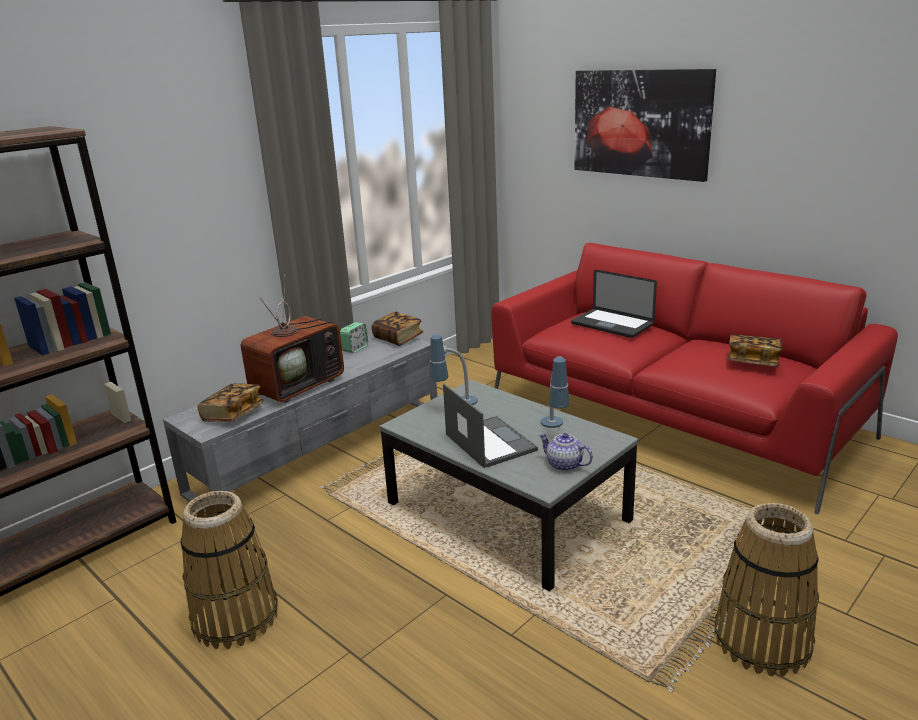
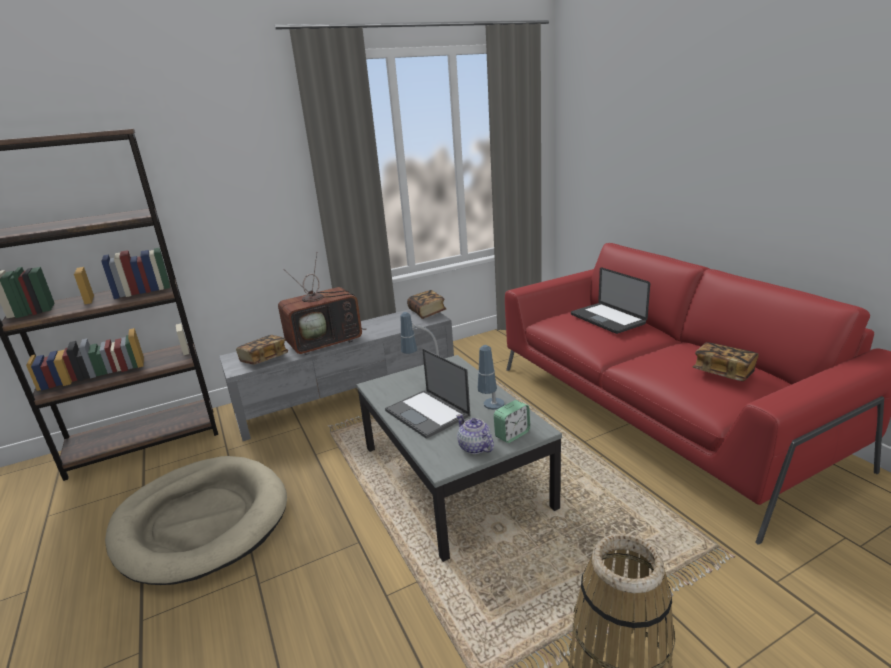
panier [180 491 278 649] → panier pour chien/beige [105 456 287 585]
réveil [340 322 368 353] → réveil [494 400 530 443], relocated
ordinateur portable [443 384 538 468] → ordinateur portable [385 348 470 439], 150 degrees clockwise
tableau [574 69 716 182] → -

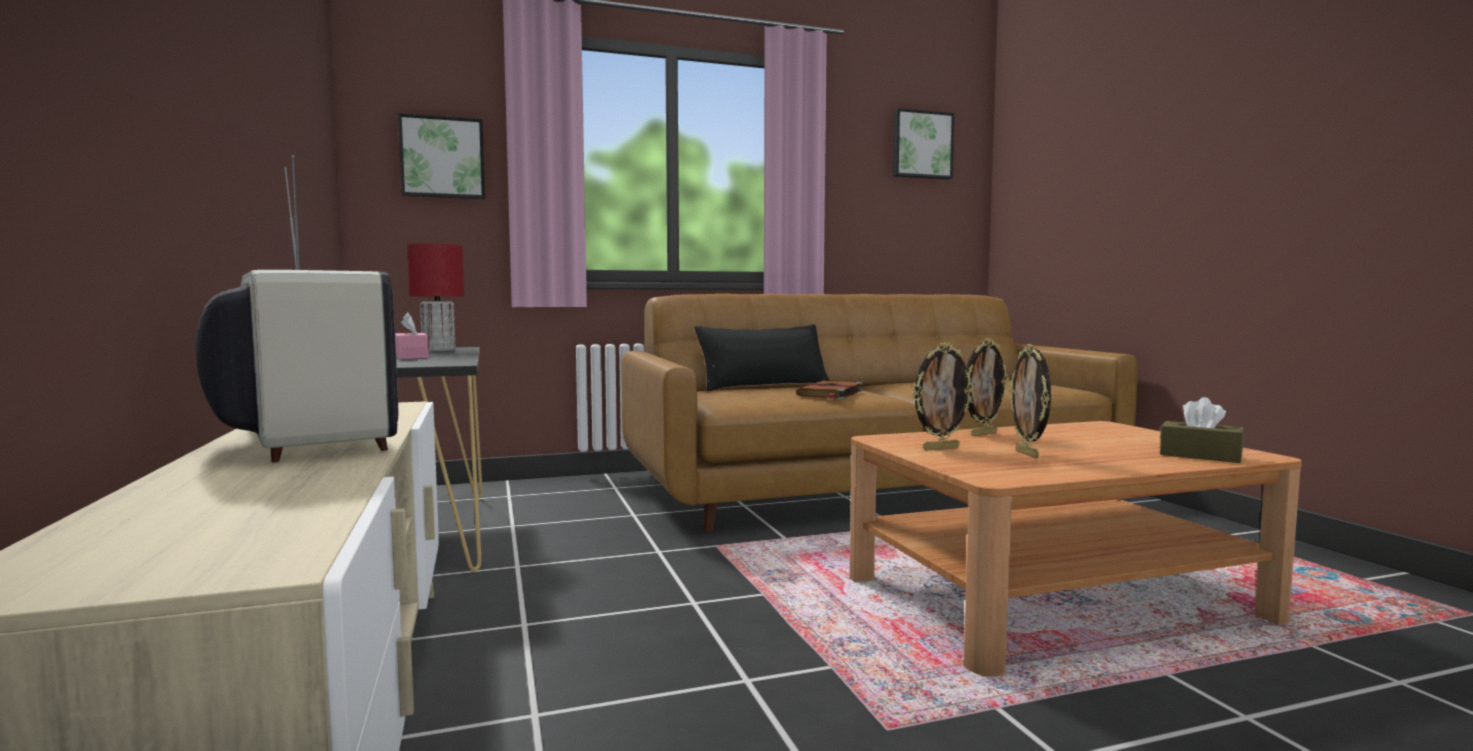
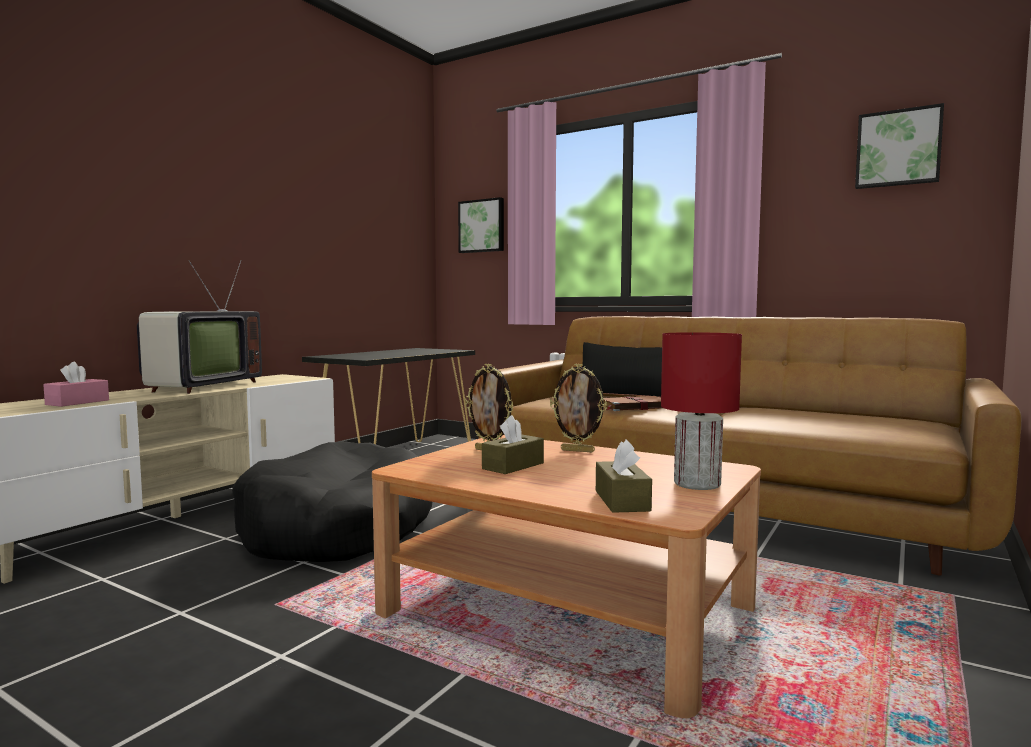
boîte à mouchoirs/rose [395 312 429 359] → boîte à mouchoirs/rose [43 362 109 407], relocated
lampe de table/rouge [407 244 464 351] → lampe de table/rouge [661 332 742 490], relocated
cadre photo [1009 344 1051 458] → boîte à mouchoirs/marron [482 415 544 474]
- → panier pour chien/noir [232 441 432 562]

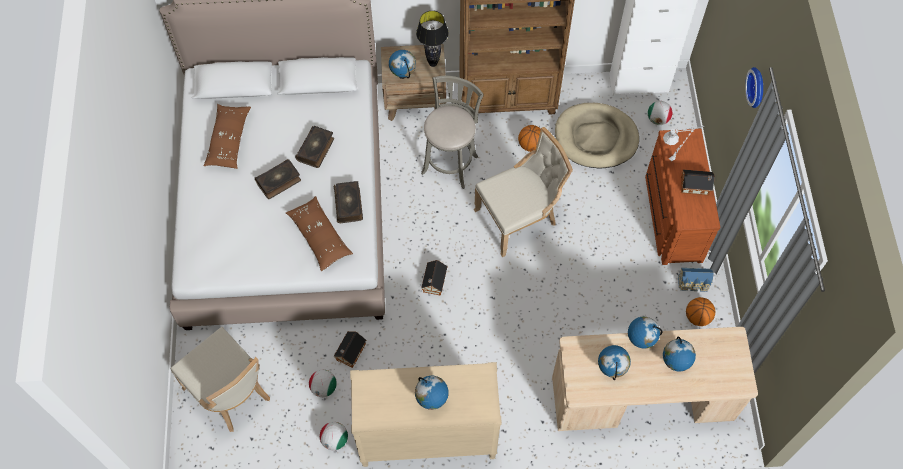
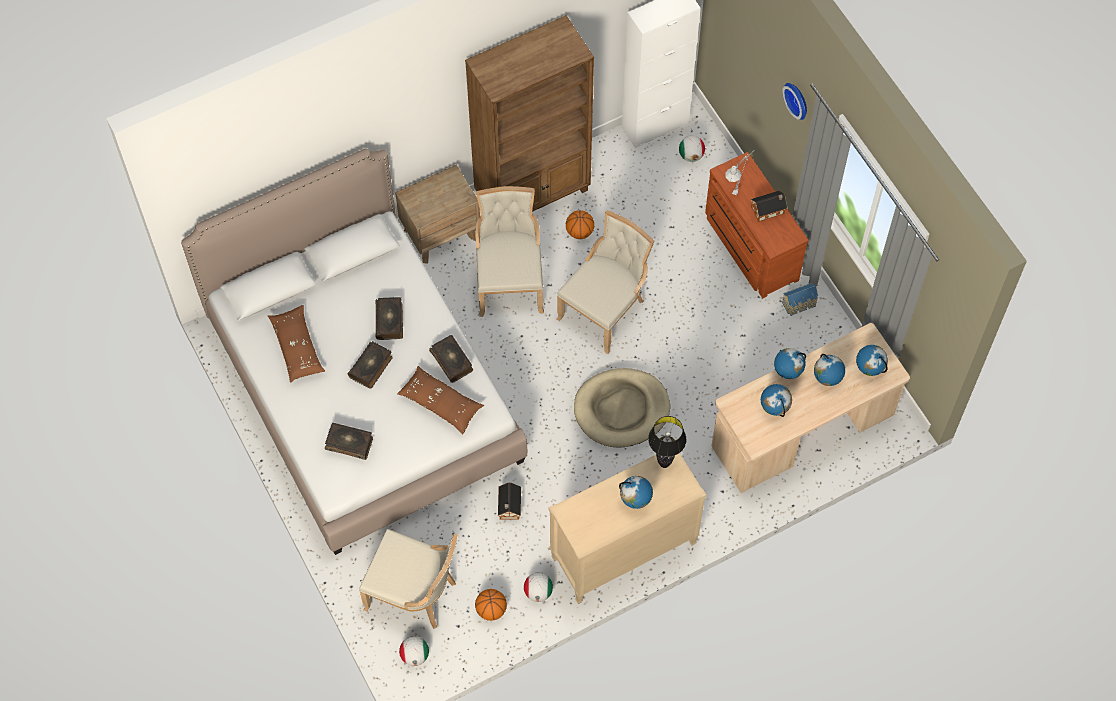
ballon de foot [309 370 337 397] → ballon de foot [399 636 429 666], relocated
globe [389 50 416 79] → globe [856 345 888 376], relocated
lampe de table/noir [416 10 449 67] → lampe de table/noir [648 416 687 468], relocated
tabouret/gris [421 76 484 189] → chaise/beige [475 186 544 317]
maison miniature [421 260 448 296] → -
panier pour chien/beige [555 103 639 169] → panier pour chien/beige [574 368 670 448], relocated
ballon de basket [686 297 715 326] → ballon de basket [475 589 507 621], relocated
- → livre [325 423 373 460]

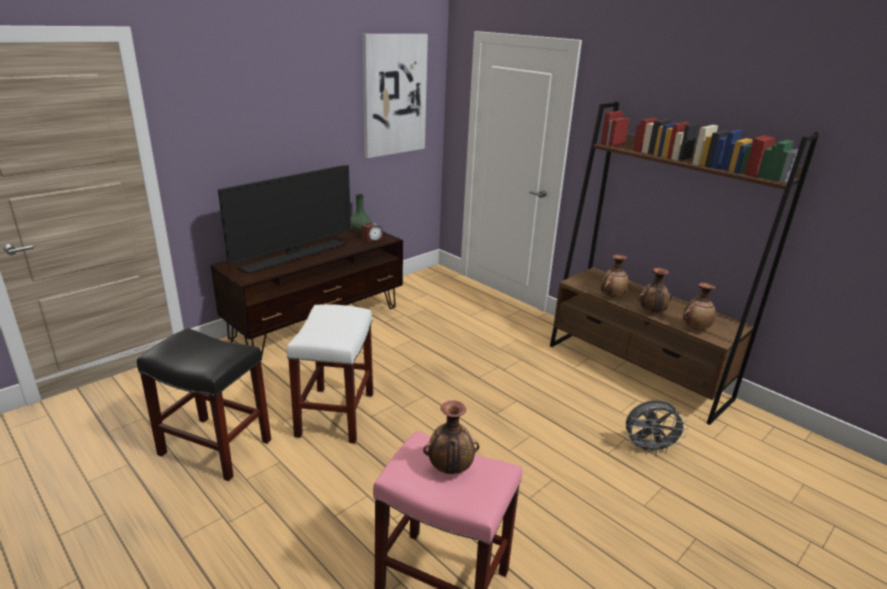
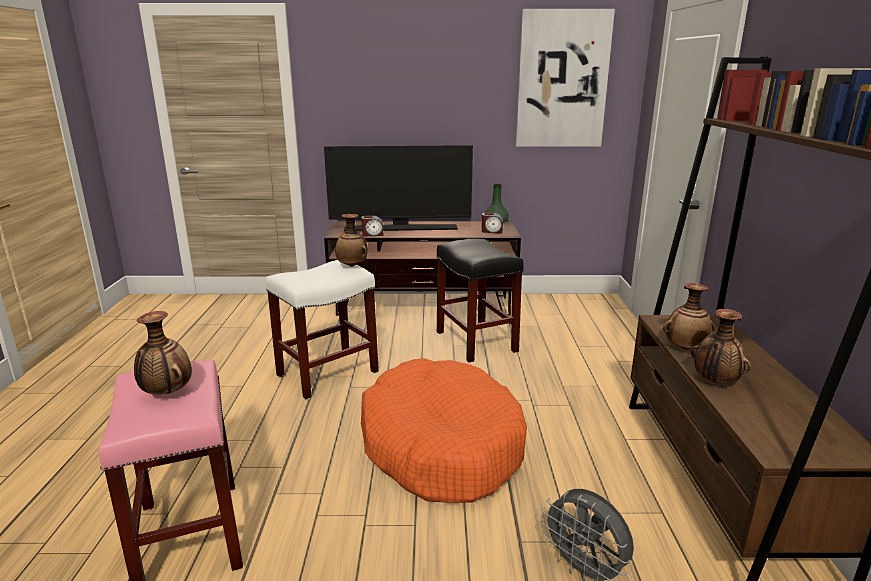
tabouret/noir [137 328 271 481] → tabouret/noir [436 238 524 362], relocated
vase [683 283 716 329] → vase [335 214 368 267], relocated
- → réveil [361 215 383 236]
- → panier pour chien/orange [361 358 527 503]

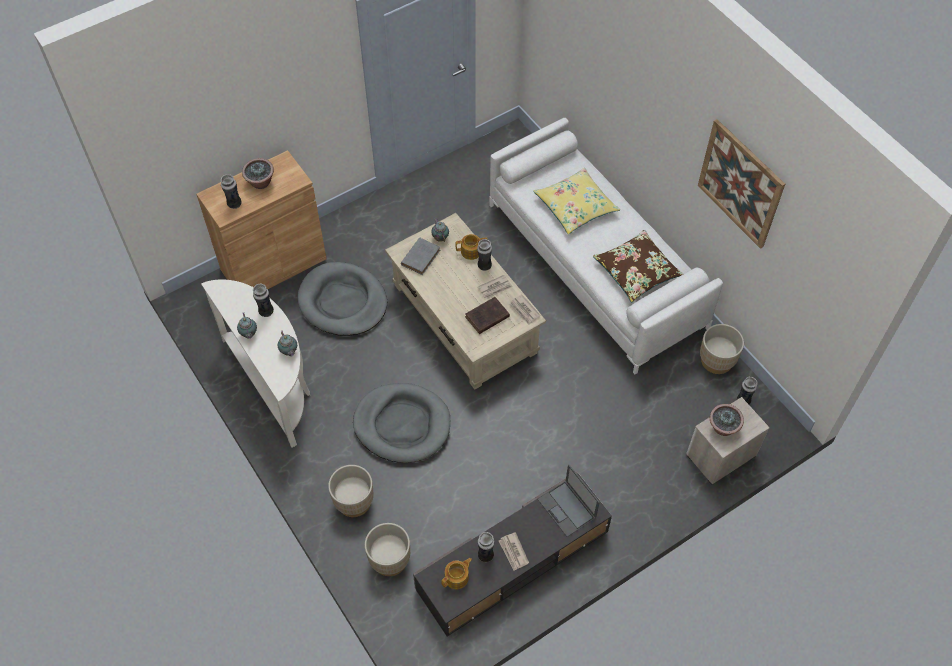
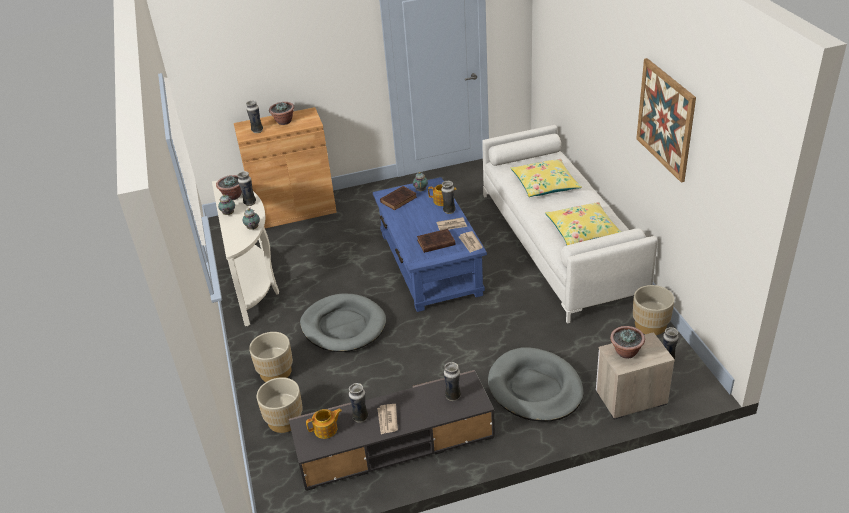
panier pour chien/gris [298 262 387 336] → panier pour chien/gris [488 347 584 422], relocated
table basse/beige [385 213 546 390] → table basse/bleu [373 177 487 312]
livre/gris [401 238 440 275] → livre/marron [380 186 417 210]
ordinateur portable [538 465 600 537] → vase [444 362 461 401]
coussin/marron [593 230 683 302] → coussin/jaune [545 202 622 245]
- → plante en pot [216 175 242 200]

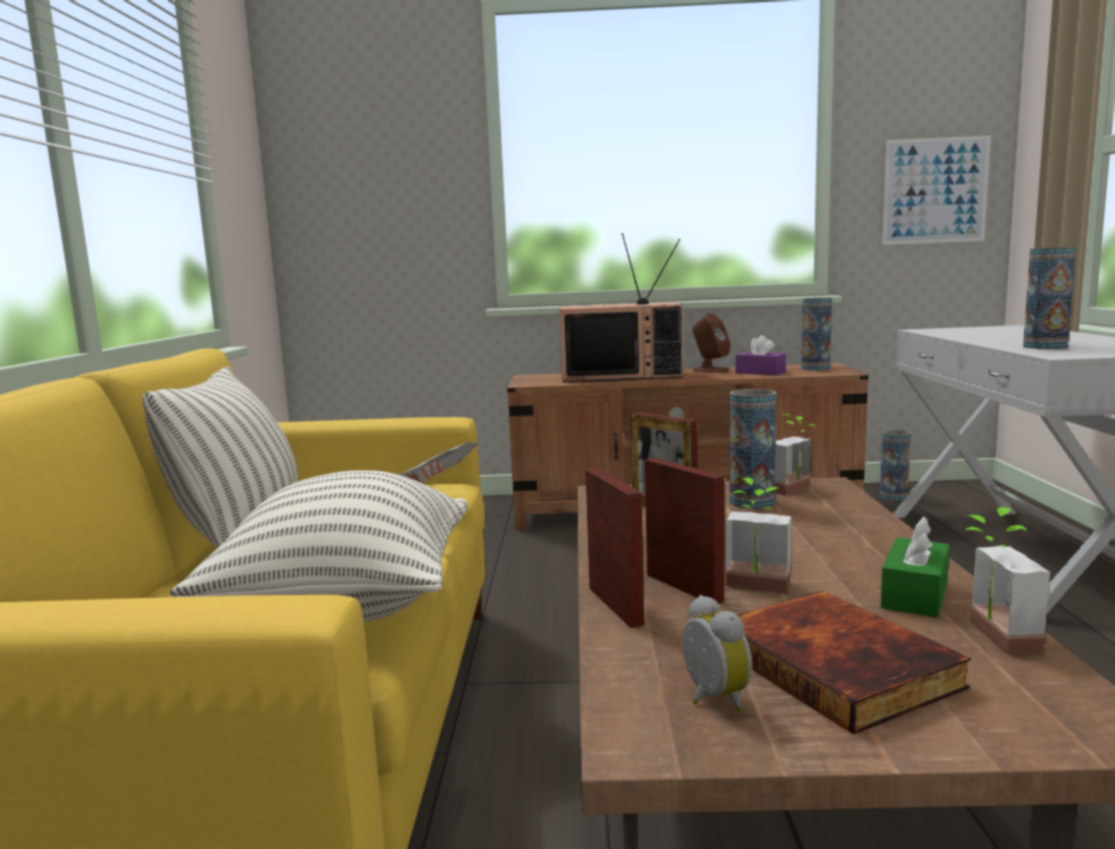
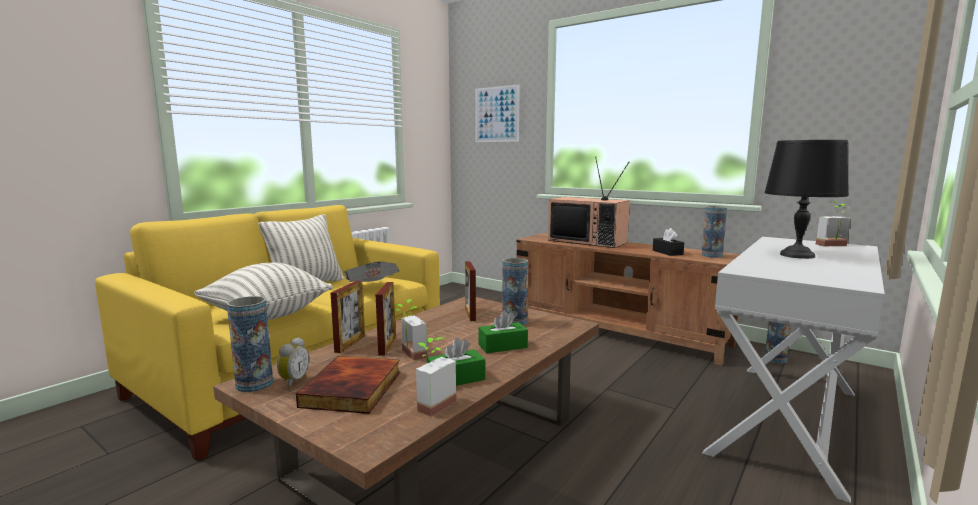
enceinte/marron [692 313 731 373] → -
boîte à mouchoirs/violet [736 335 786 375] → boîte à mouchoirs/noir [653 228 684 256]
plante en pot [775 414 815 496] → plante en pot [816 201 851 246], relocated
tableau [882 135 991 245] → tableau [475 84 520 142], relocated
vase [1023 247 1076 349] → vase [227 296 273 392], relocated
- → boîte à mouchoirs/vert [479 311 528 353]
- → lampe de table/noir [764 140 849 259]

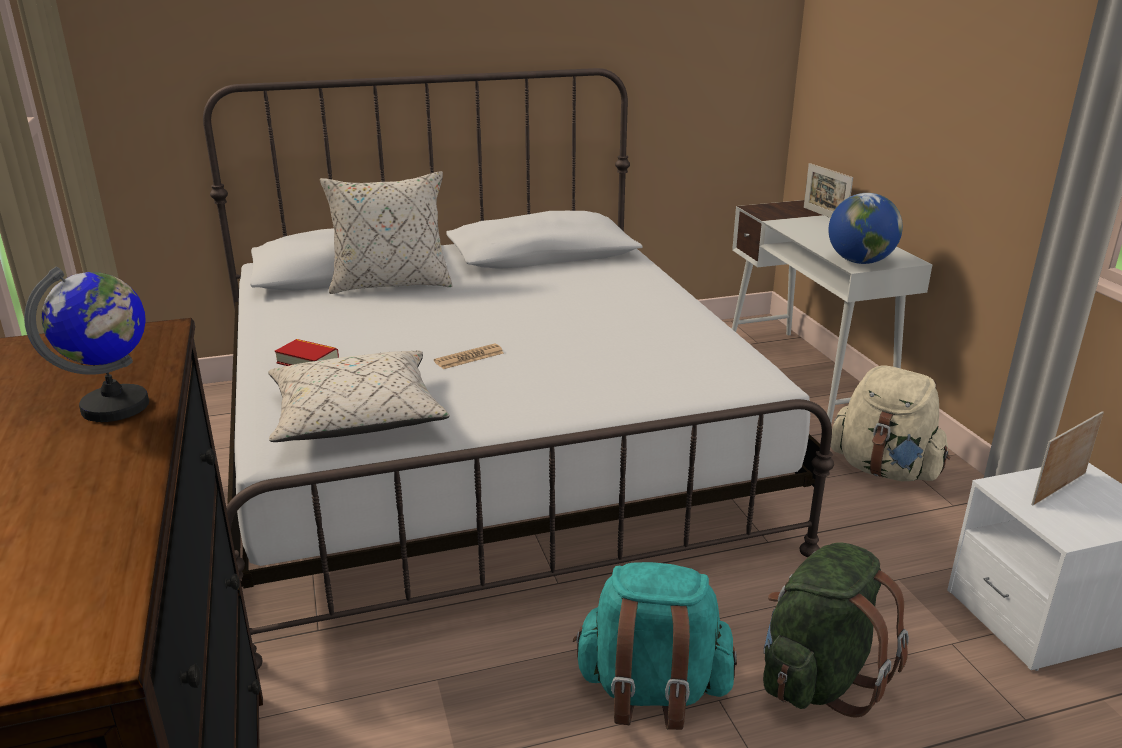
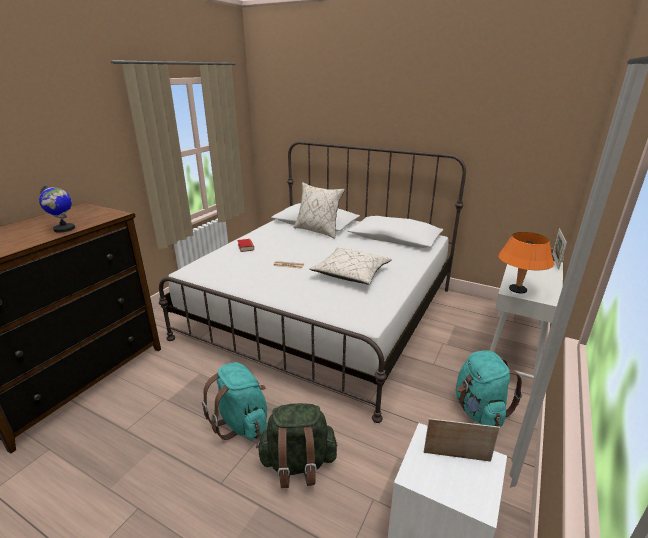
coussin/beige [268 351 450 442] → coussin/beige [309 248 392 285], relocated
globe [828 193 903 264] → lampe de table/orange [498 232 554 294]
sac à dos/beige [830 366 950 481] → sac à dos/turquoise [456 350 523 427]

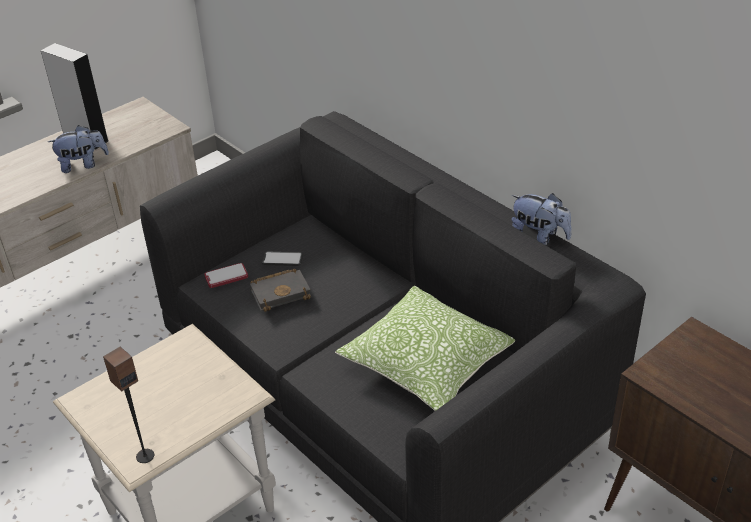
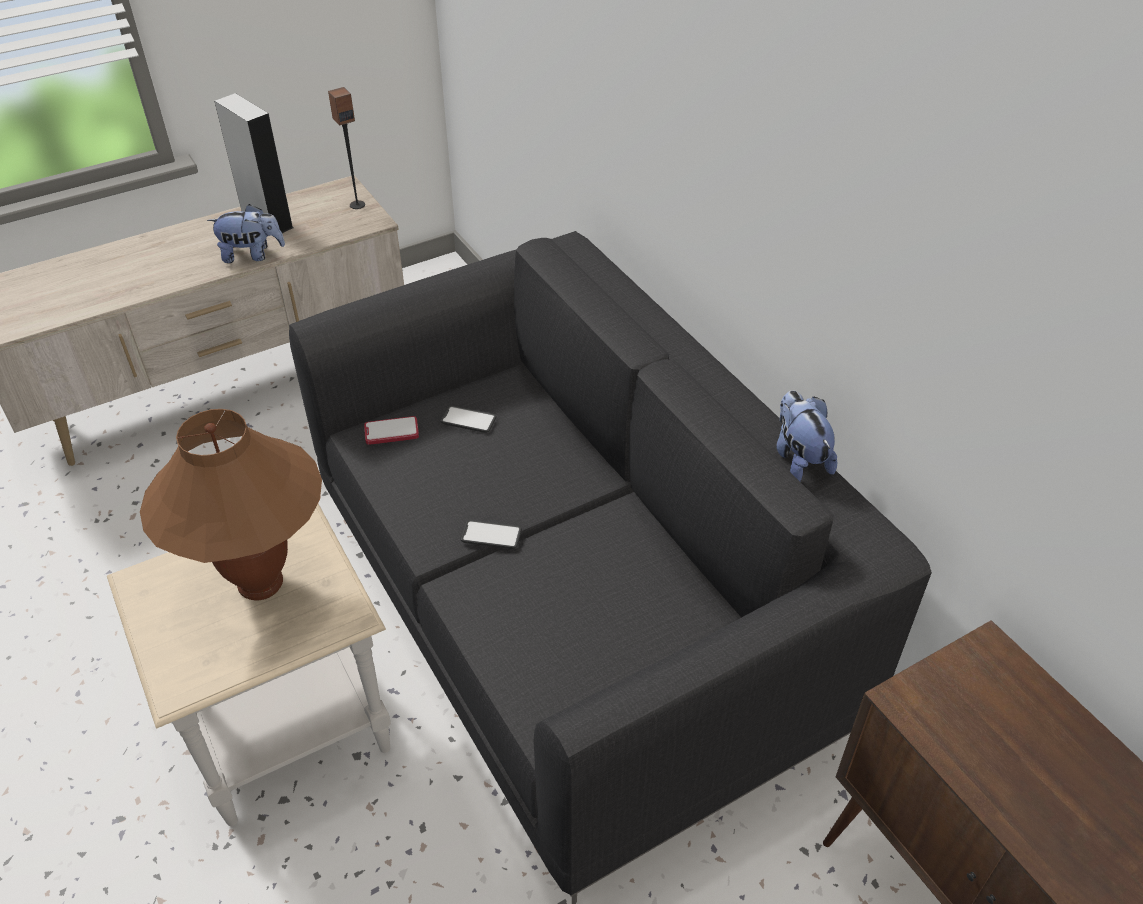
enceinte [103 347 154 463] → enceinte [328 87 365 209], relocated
livre/noir [250 269 311 312] → -
coussin [335 285 516 411] → -
peluche [512 193 572 245] → peluche [776 391 837 481], 150 degrees counterclockwise
- → lampe de table/marron [140 409 322 600]
- → téléphone [461 520 522 549]

